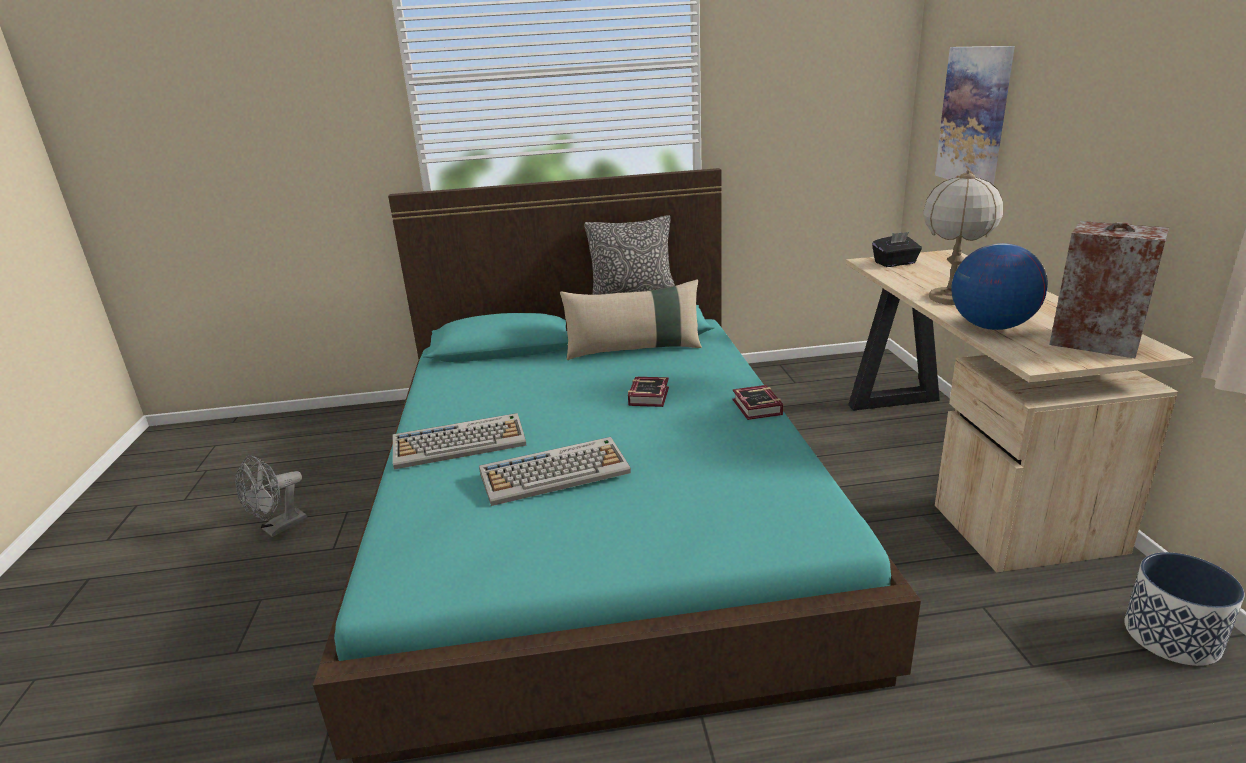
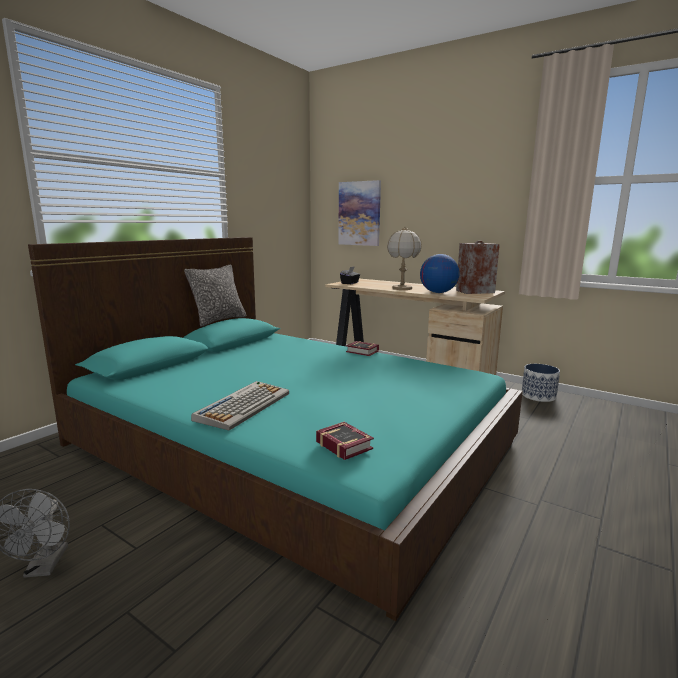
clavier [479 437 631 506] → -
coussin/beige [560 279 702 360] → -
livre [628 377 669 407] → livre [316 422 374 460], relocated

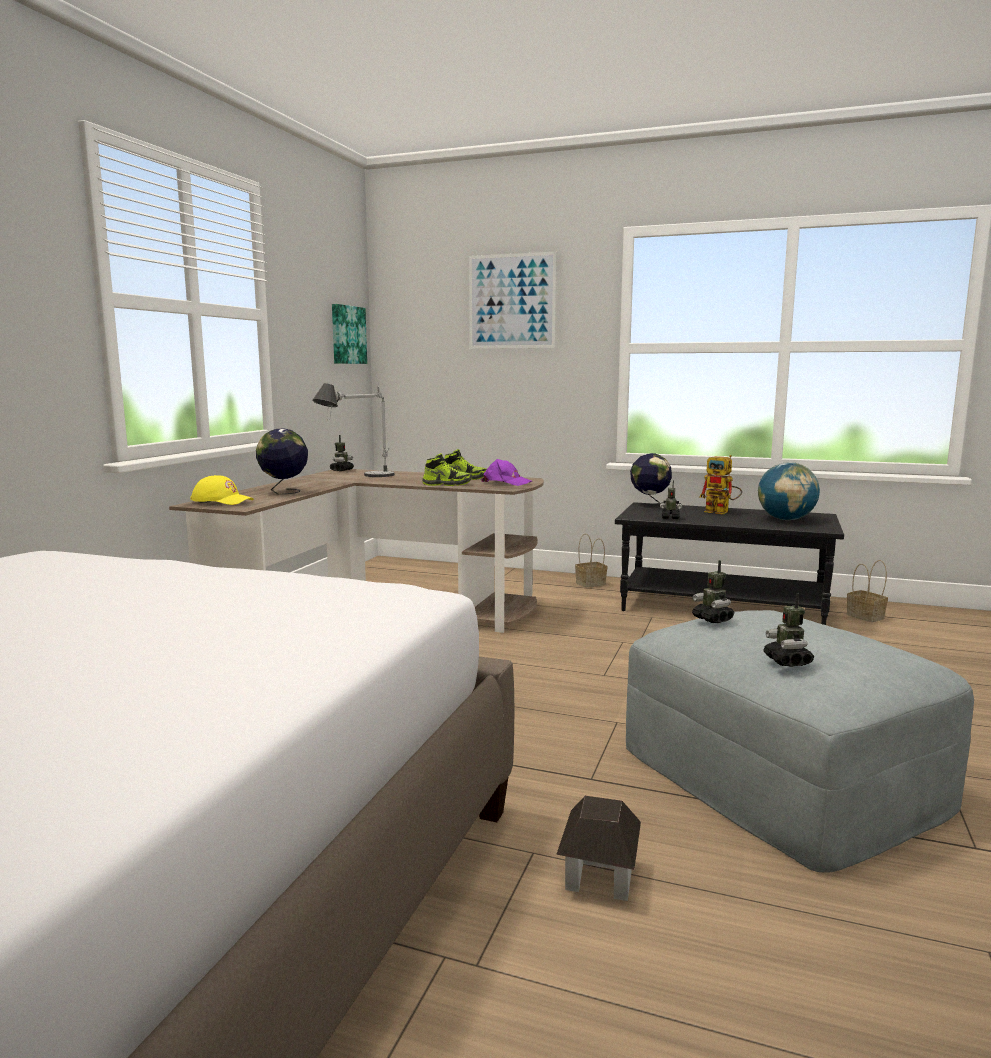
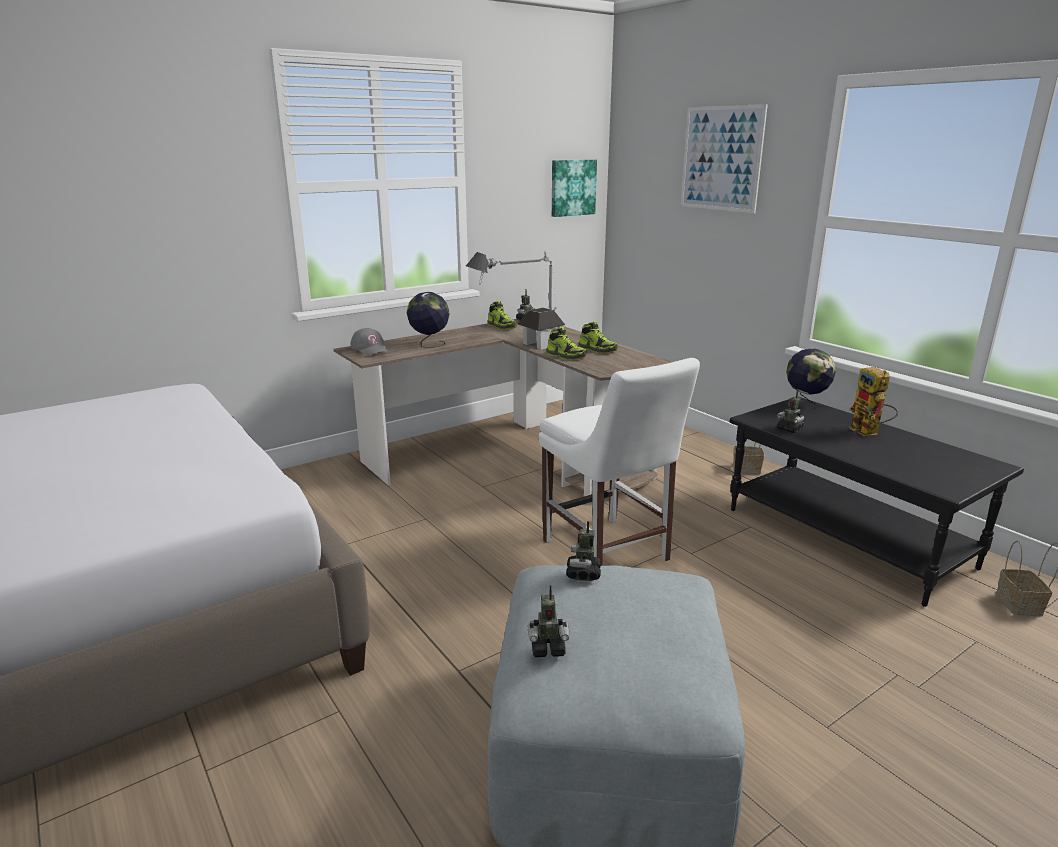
casquette/jaune [191 475 254 505] → casquette/gris [350 328 389 356]
casquette/violet [481 459 532 486] → -
maison miniature [556 796 641 901] → maison miniature [517 308 565 350], relocated
globe [758 462 820 520] → -
robot jouet [763 593 814 667] → robot jouet [528 585 569 657], 120 degrees counterclockwise
- → chaussure [487 301 517 329]
- → chaise/blanc [538 358 700 566]

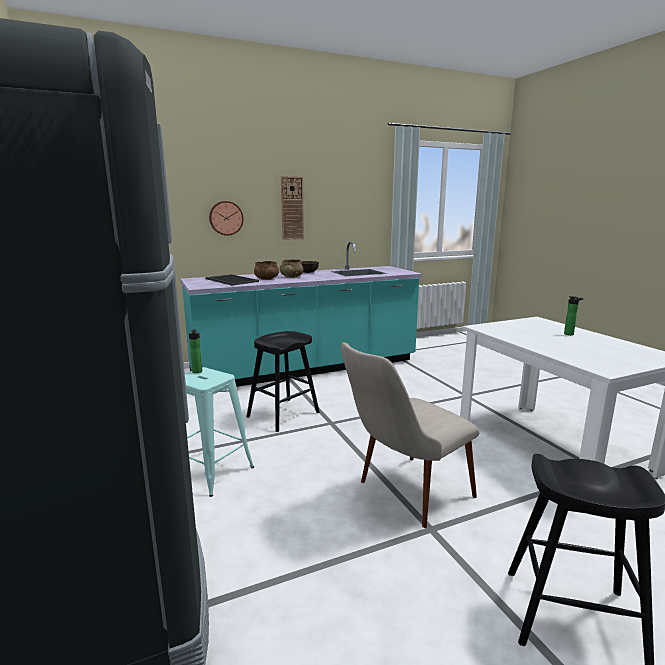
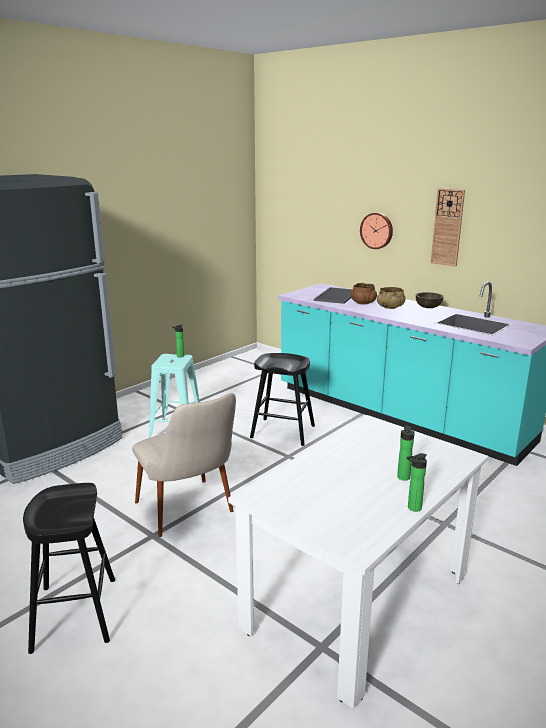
chaise/beige [341 342 479 528] → chaise/beige [132 393 236 537], 150 degrees counterclockwise
- → bouteille [407 453 427 512]

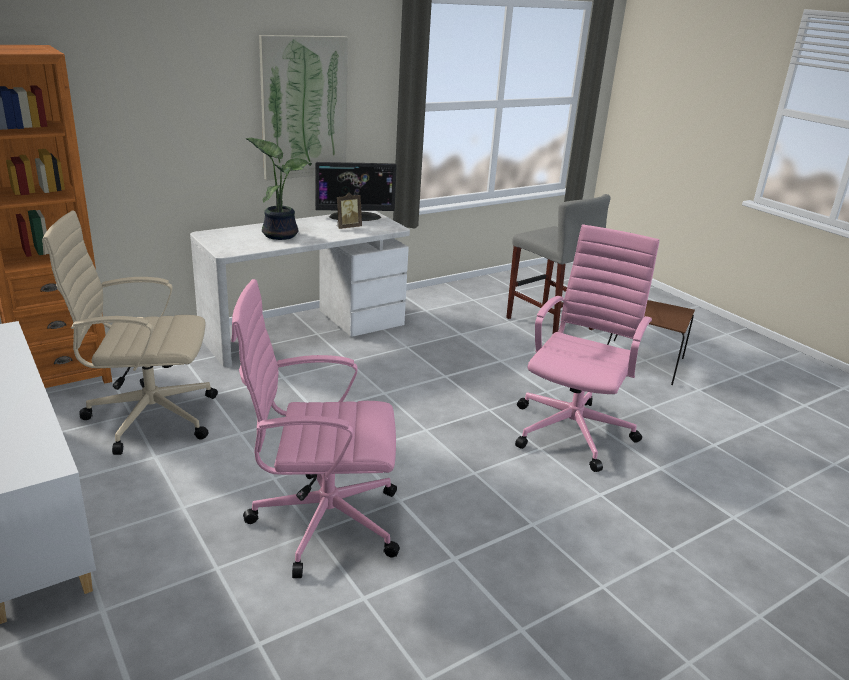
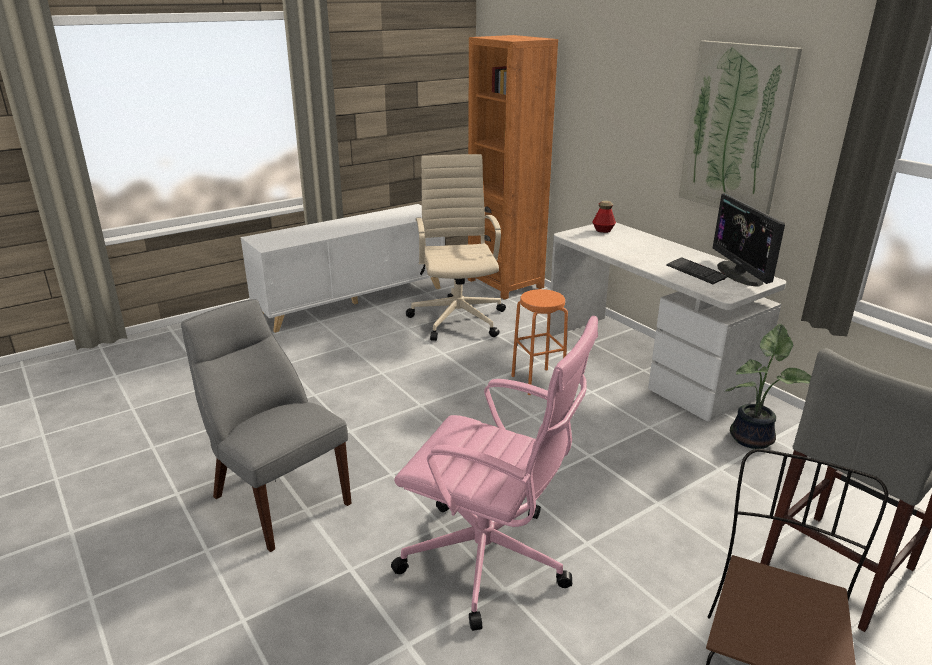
chaise de bureau/rose [231 279 400 578] → -
plante en pot [245 138 312 240] → plante en pot [725 324 811 449], relocated
cadre photo [337 193 362 229] → clavier [666 257 728 284]
- → chaise/gris [181 299 351 552]
- → tabouret/orange [511 289 568 395]
- → bouteille [593 201 616 233]

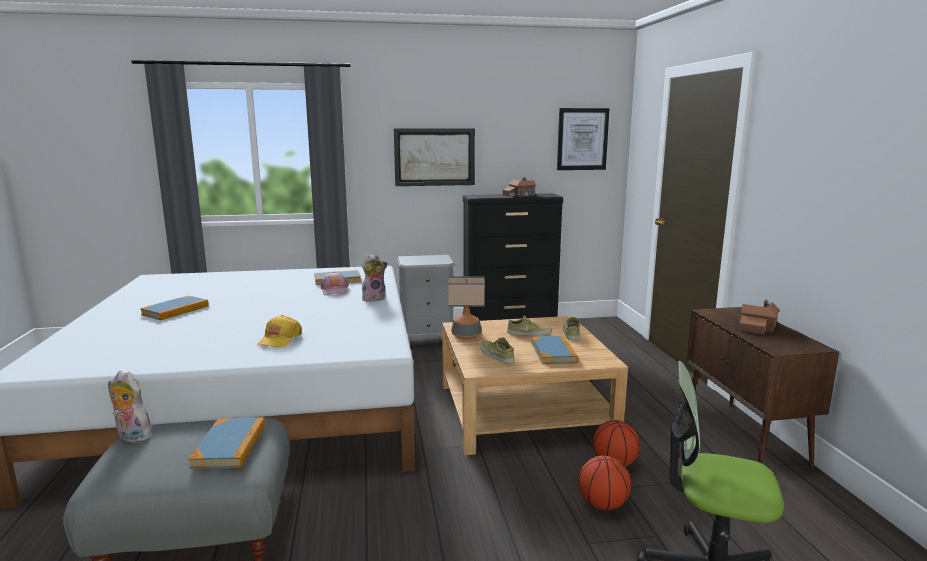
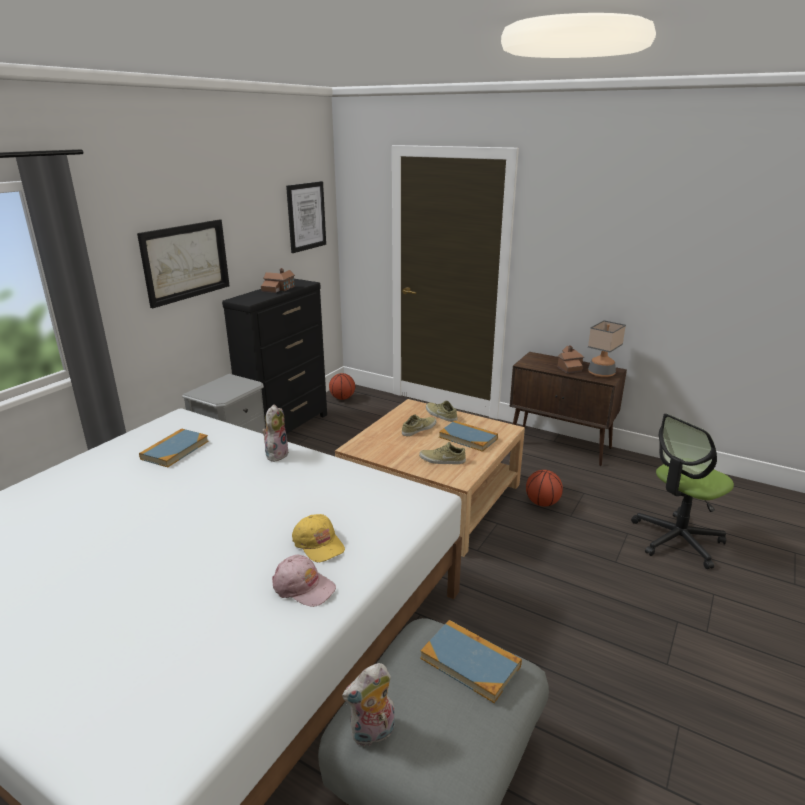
livre [140 296 209 320] → -
casquette/rose [320 272 349 295] → casquette/rose [272 555 336 607], relocated
lampe de table [448 276 485 339] → lampe de table [588 320 626 378], relocated
ballon de basket [578 456 631 510] → ballon de basket [329 373 355 400], relocated

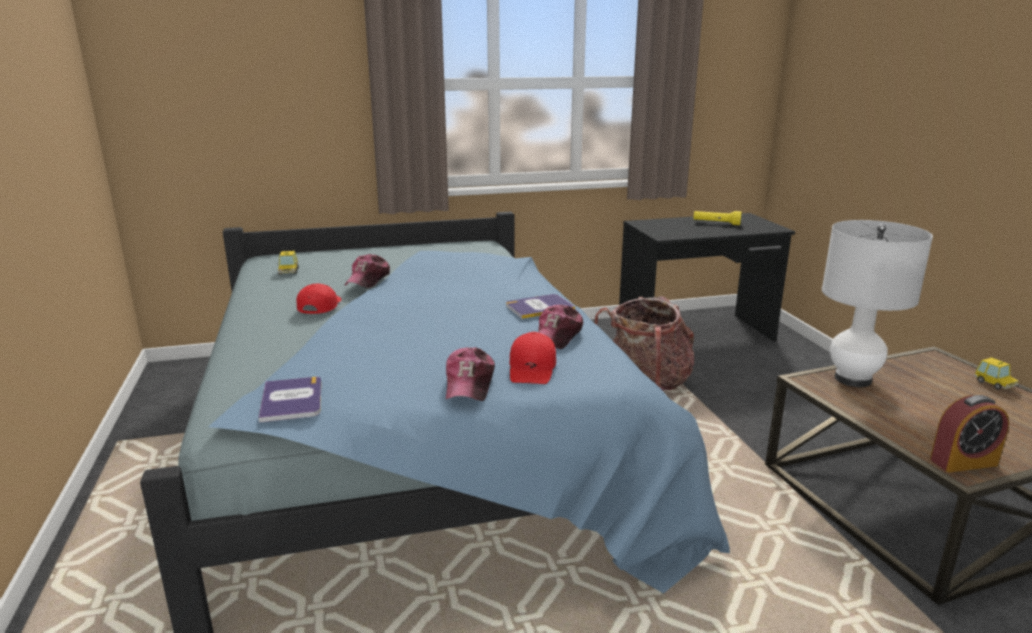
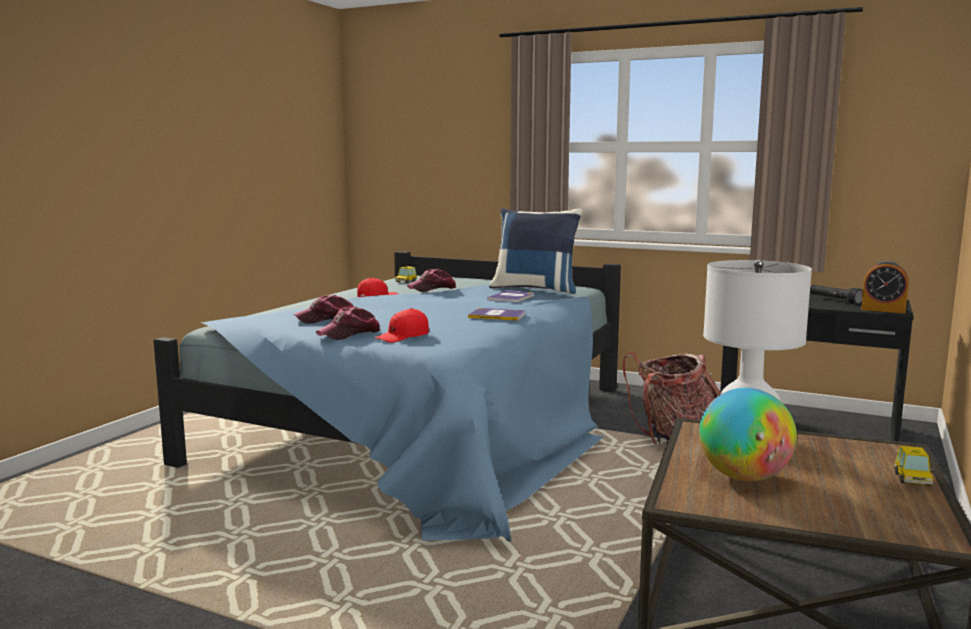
livre [258 377 321 423] → livre [487 290 534 302], relocated
casquette [538 304 583 349] → casquette [294 295 354 324], relocated
lampe de poche/jaune [694 211 742 225] → lampe de poche/noir [810 285 863 305]
réveil [930 395 1009 473] → réveil [861 261 909 314], relocated
- → coussin/bleu [489 208 583 294]
- → globe [699 388 797 481]

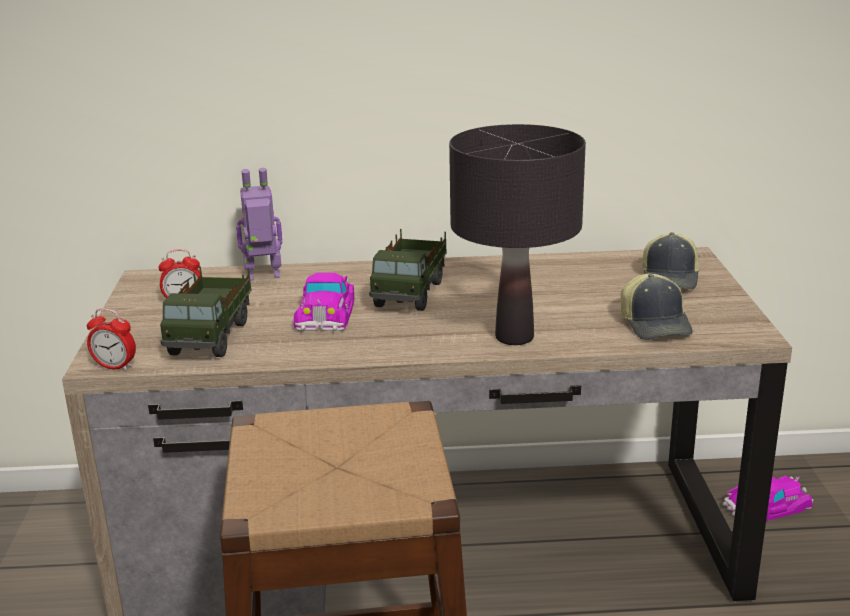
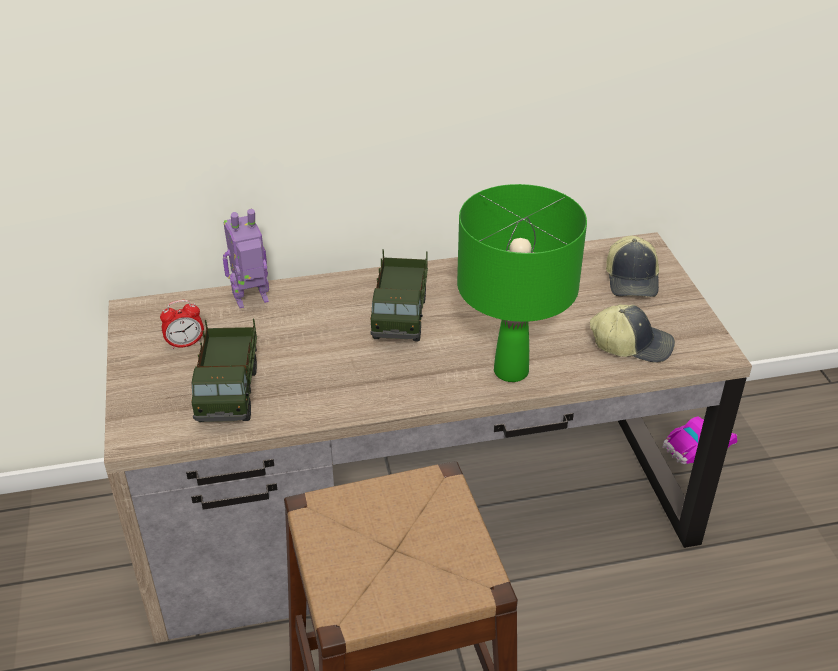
réveil [87 308 136 371] → -
petite voiture [294 273 354 331] → -
lampe de table/noir [449 124 586 345] → lampe de table/vert [457 184 587 382]
casquette [621 274 693 340] → casquette [590 304 675 363], 60 degrees counterclockwise

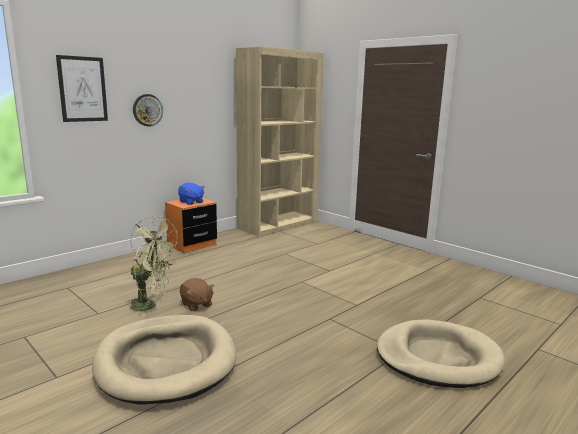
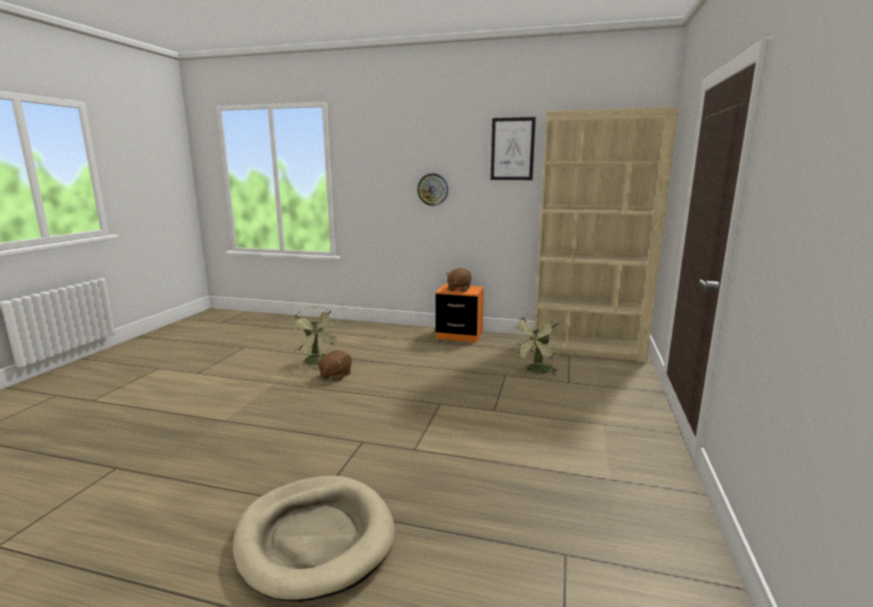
tableau [56 55 108 122] → tableau [491 117 536 180], relocated
panier pour chien/beige [92 315 237 405] → -
ventilateur/vert [130 216 177 270] → ventilateur/vert [511 313 563 375], relocated
peluche/bleu [178 183 205 205] → peluche/marron [446 268 471 292]

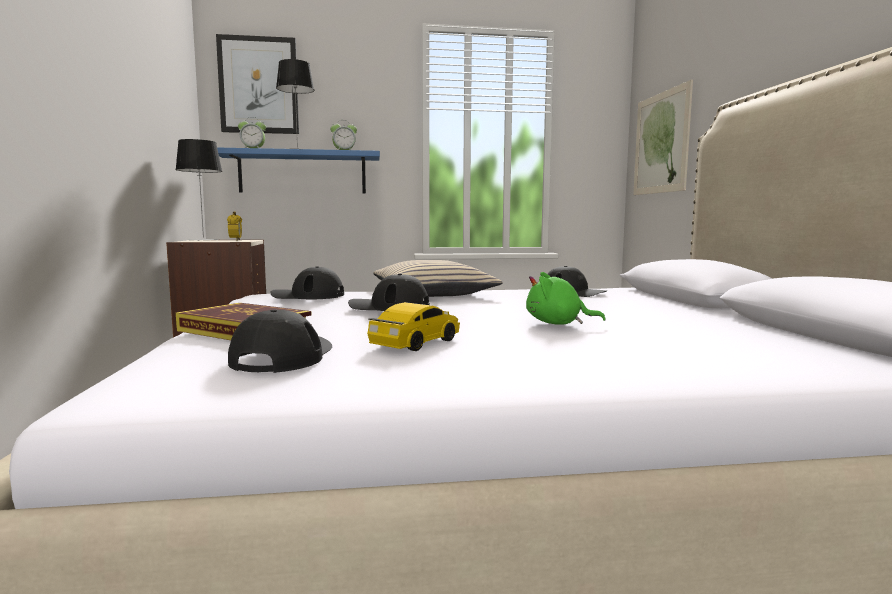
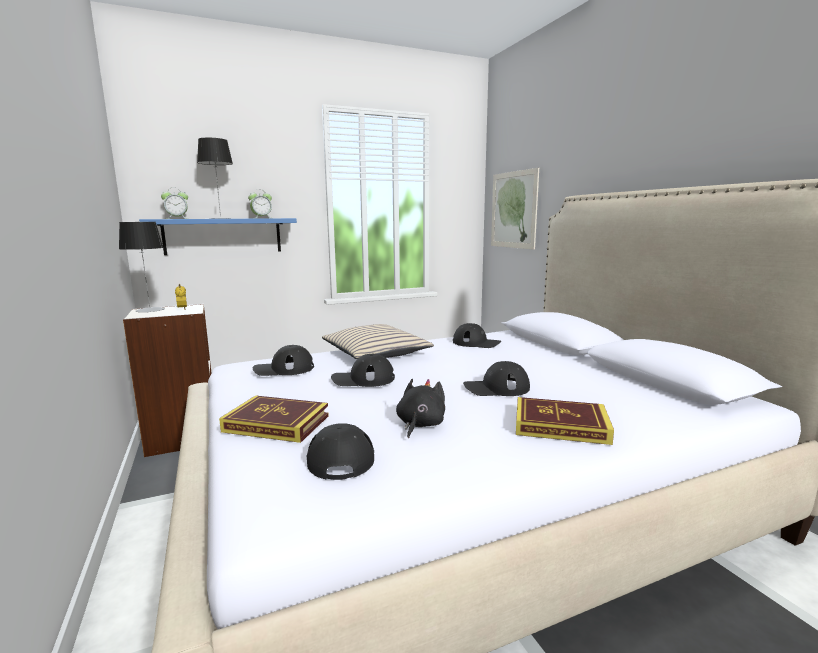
tableau [216 34 299 134] → -
petite voiture [367 302 460 351] → peluche/noir [396 379 445 438]
peluche/vert [526 272 606 325] → casquette/noir [463 361 530 396]
- → livre [516 397 614 445]

